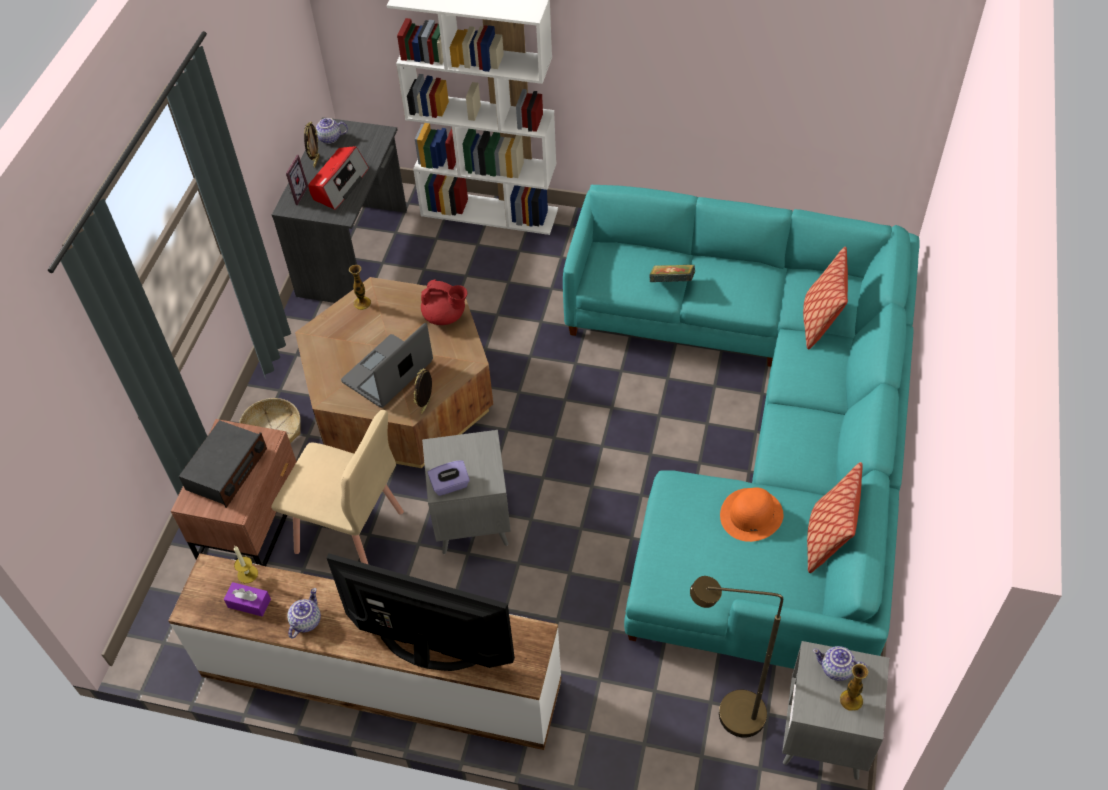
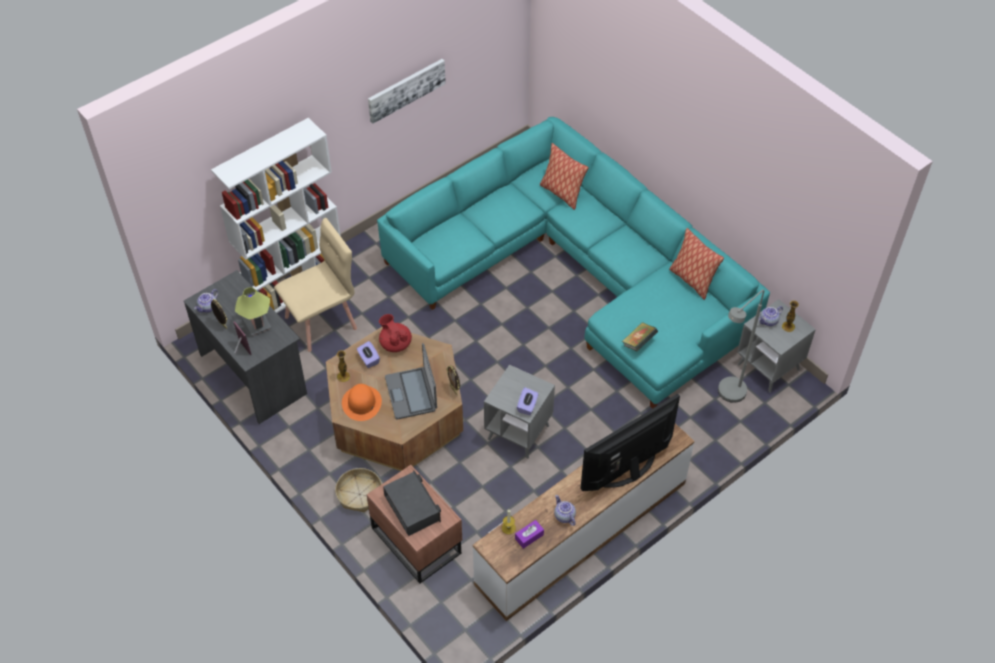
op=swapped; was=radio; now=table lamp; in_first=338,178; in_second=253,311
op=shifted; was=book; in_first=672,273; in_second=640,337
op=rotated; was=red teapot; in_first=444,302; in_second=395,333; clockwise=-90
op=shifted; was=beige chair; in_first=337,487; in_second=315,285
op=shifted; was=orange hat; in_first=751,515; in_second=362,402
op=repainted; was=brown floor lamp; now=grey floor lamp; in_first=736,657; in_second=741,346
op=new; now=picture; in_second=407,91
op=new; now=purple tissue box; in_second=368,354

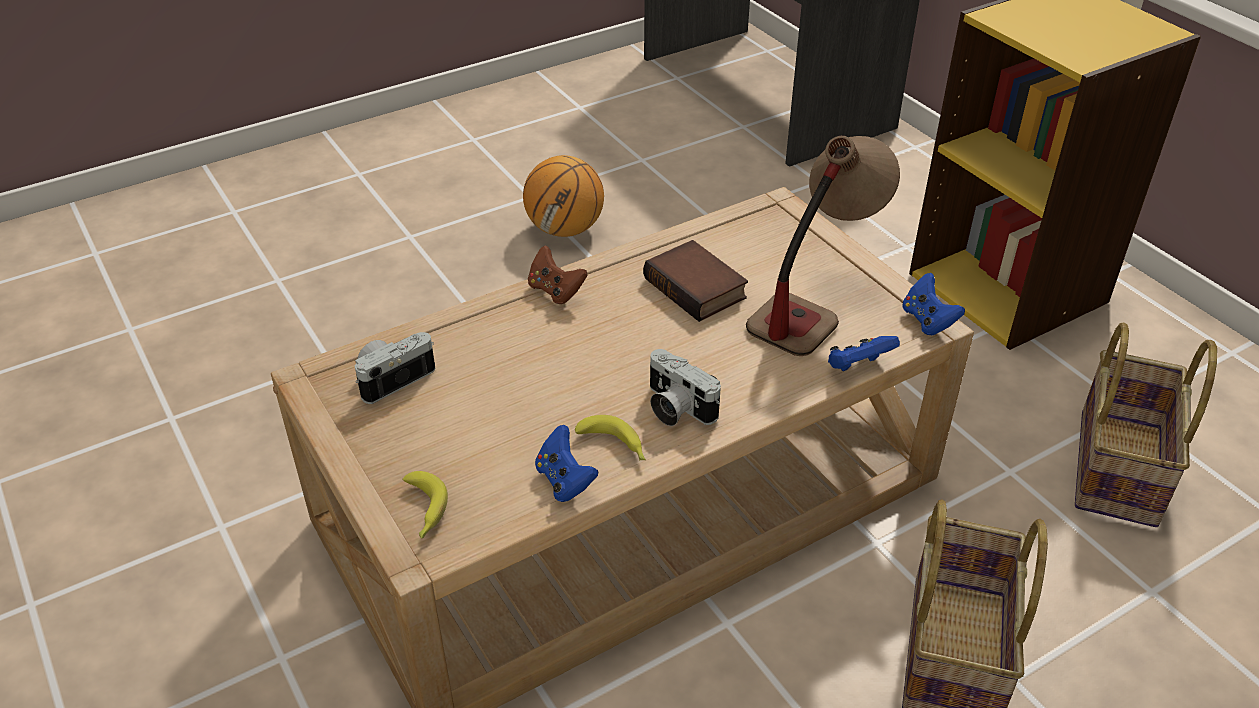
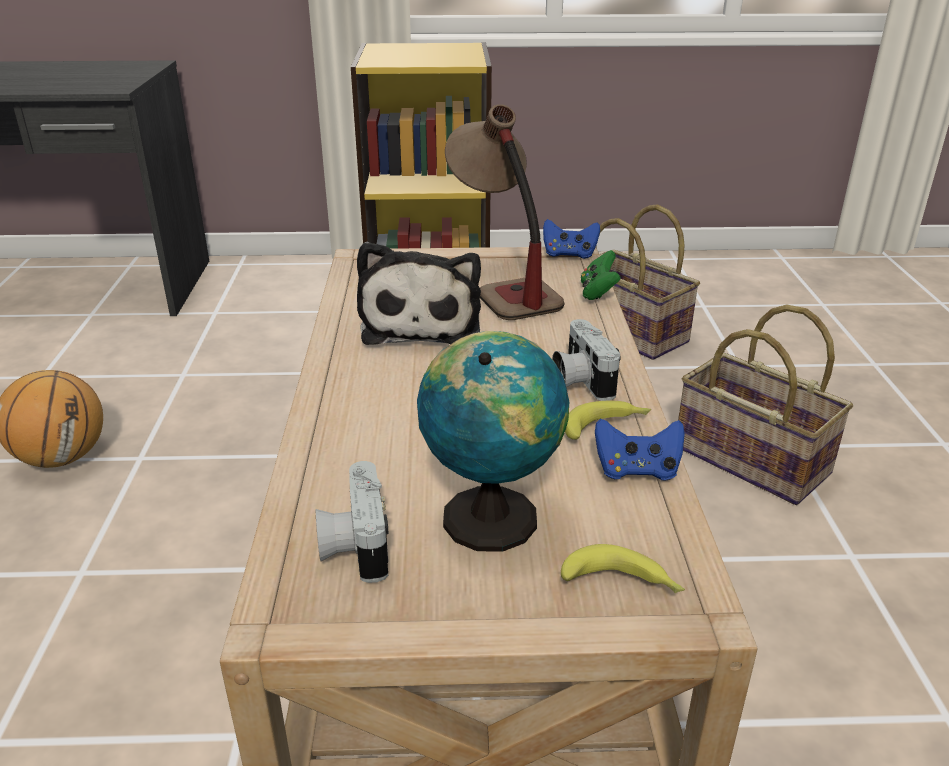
op=swapped; was=book; now=plush toy; in_first=695,281; in_second=419,293
op=gone; was=brown game controller; in_first=557,274
op=repainted; was=blue game controller; now=green game controller; in_first=864,354; in_second=601,275
op=rotated; was=photo camera; in_first=685,387; in_second=586,360; clockwise=90
op=new; now=globe; in_second=493,441

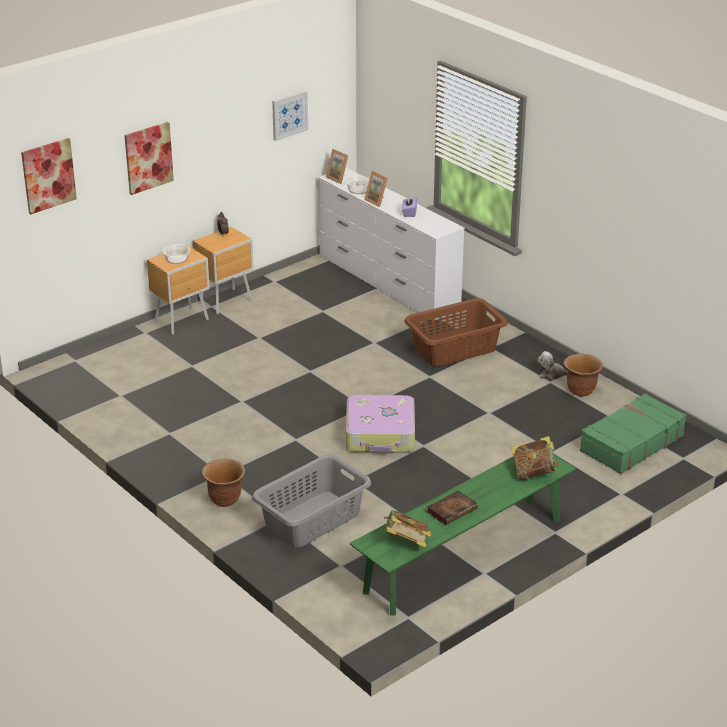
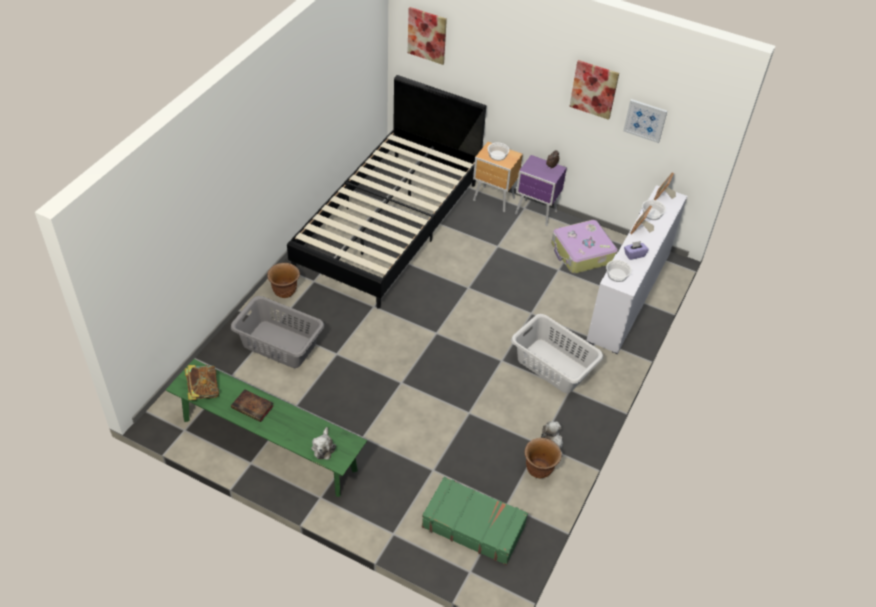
op=shifted; was=picture; in_first=149,158; in_second=594,90
op=repainted; was=brown nightstand; now=purple nightstand; in_first=223,270; in_second=541,190
op=repainted; was=brown laundry basket; now=grey laundry basket; in_first=456,332; in_second=557,353
op=shifted; was=suitcase; in_first=380,423; in_second=584,247
op=swapped; was=book; now=plush toy; in_first=535,458; in_second=323,443
op=new; now=black bed; in_second=386,192
op=new; now=bowl; in_second=619,271

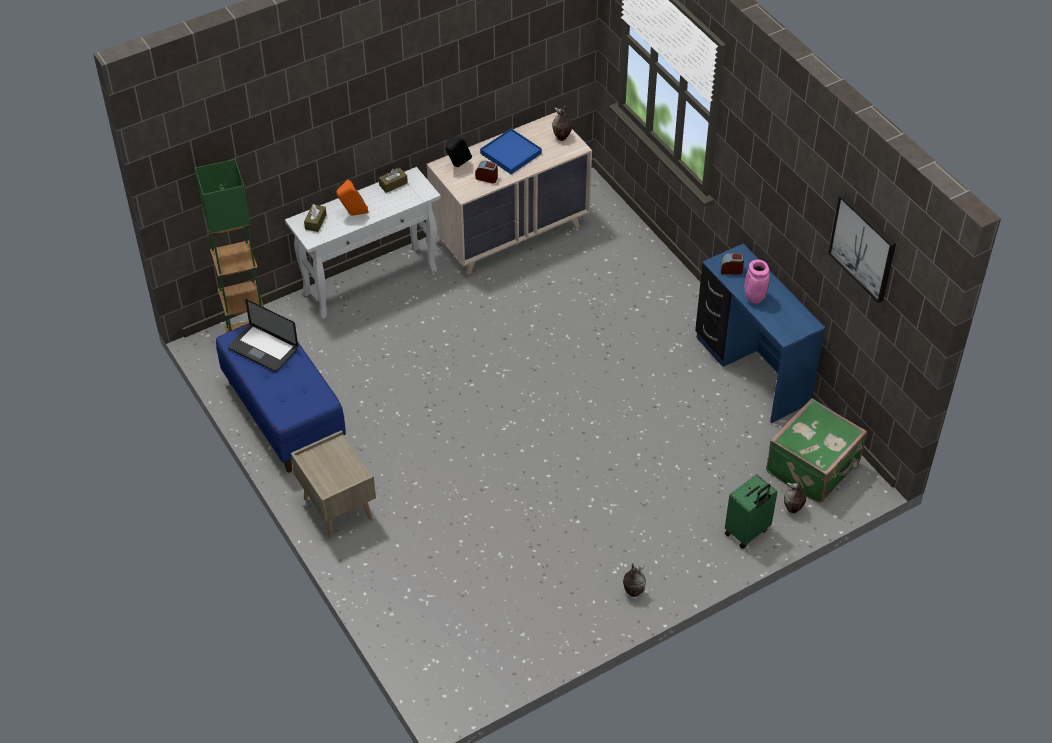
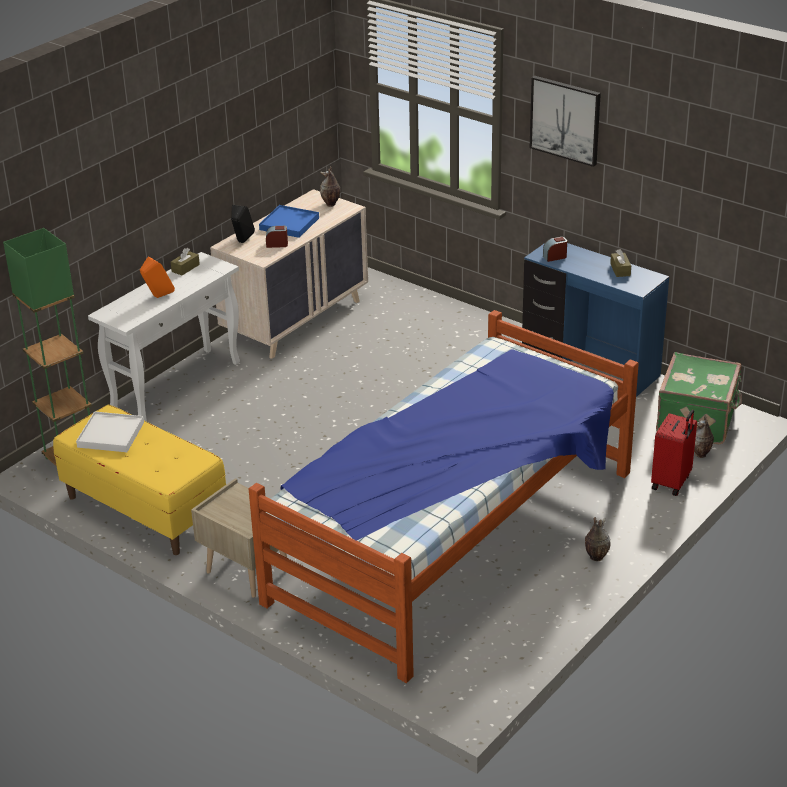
op=shifted; was=picture; in_first=862,248; in_second=565,121
op=shifted; was=brown tissue box; in_first=315,218; in_second=620,263
op=gone; was=pink vase; in_first=757,282
op=swapped; was=laptop; now=white tray; in_first=263,335; in_second=110,431
op=repainted; was=blue bench; now=yellow bench; in_first=281,397; in_second=139,480
op=repainted; was=green suitcase; now=red suitcase; in_first=751,511; in_second=674,453
op=new; now=bed; in_second=444,496

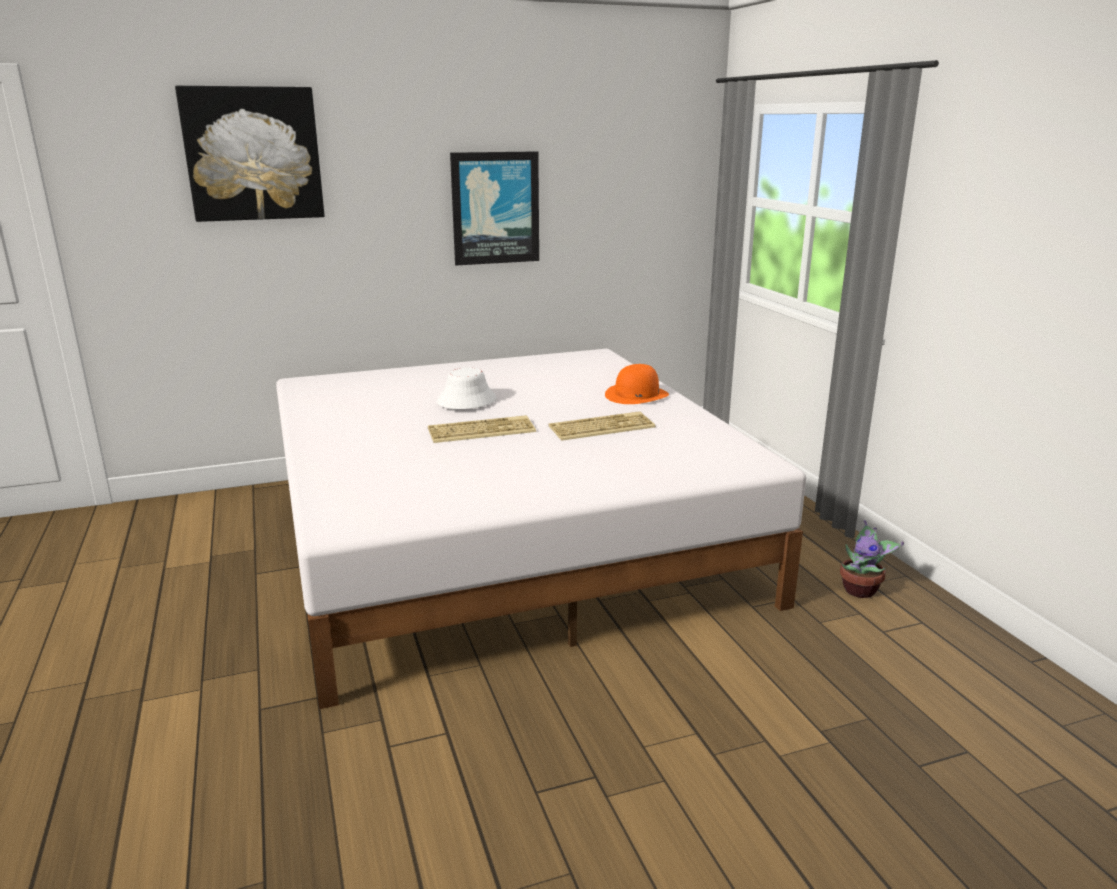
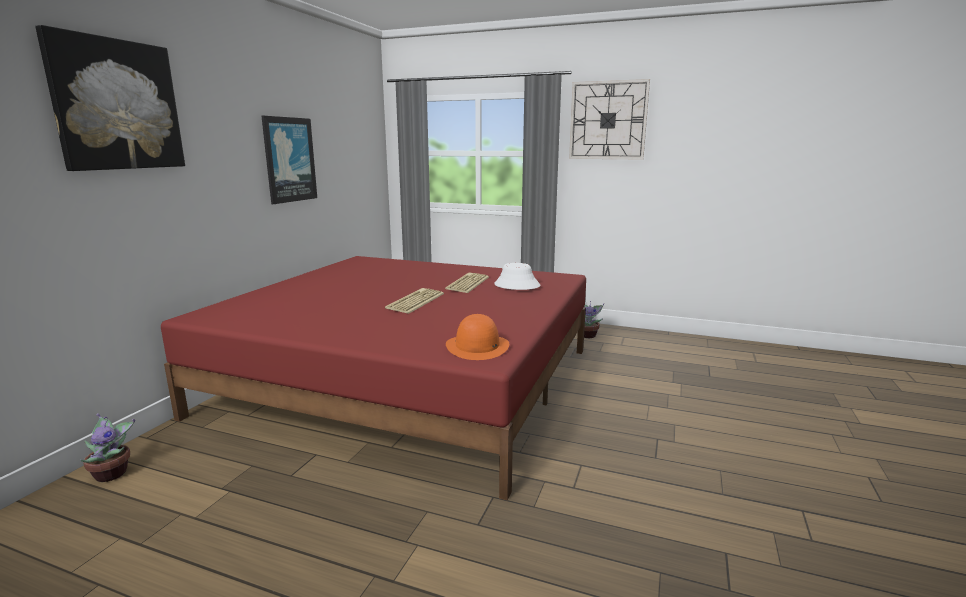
op=repainted; was=white bed; now=red bed; in_first=541,529; in_second=373,378
op=shifted; was=orange hat; in_first=637,384; in_second=477,337
op=shifted; was=white hat; in_first=466,388; in_second=517,276
op=new; now=wall clock; in_second=609,119
op=new; now=potted plant; in_second=107,448

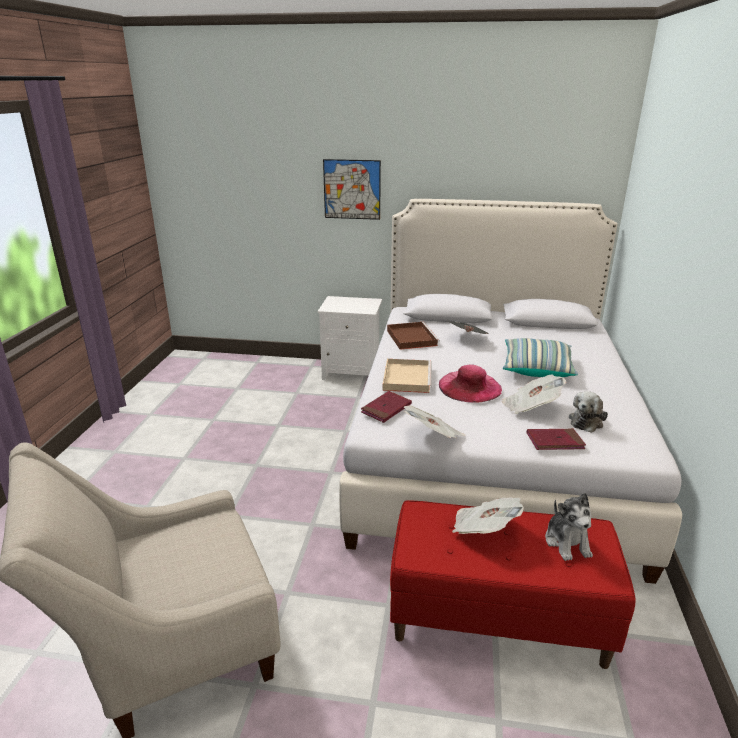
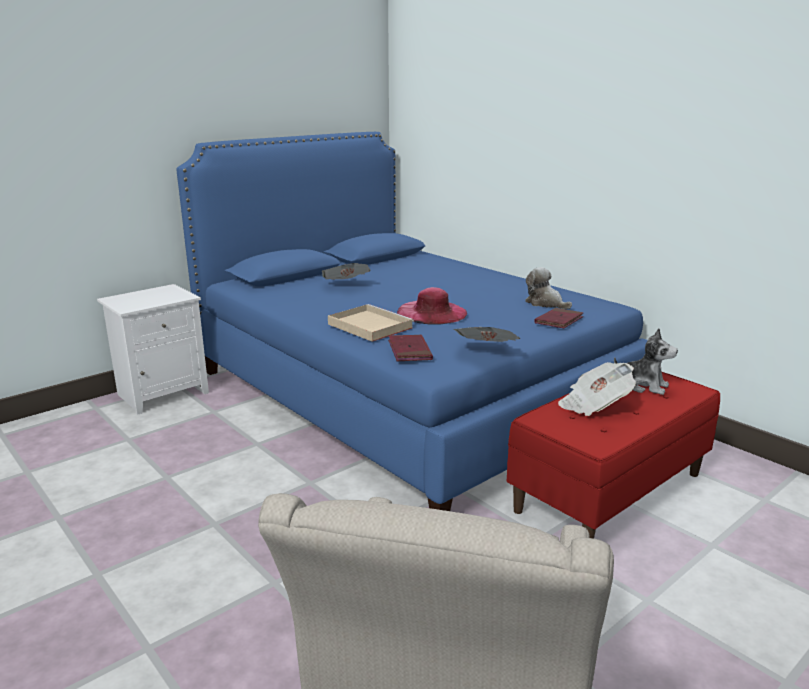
op=gone; was=picture; in_first=352,189
op=repainted; was=white bed; now=blue bed; in_first=510,391; in_second=411,321
op=gone; was=brown tray; in_first=413,336
op=gone; was=pillow; in_first=540,357
op=gone; was=newspaper; in_first=534,394
op=rotated; was=plush toy; in_first=588,412; in_second=548,288; clockwise=150

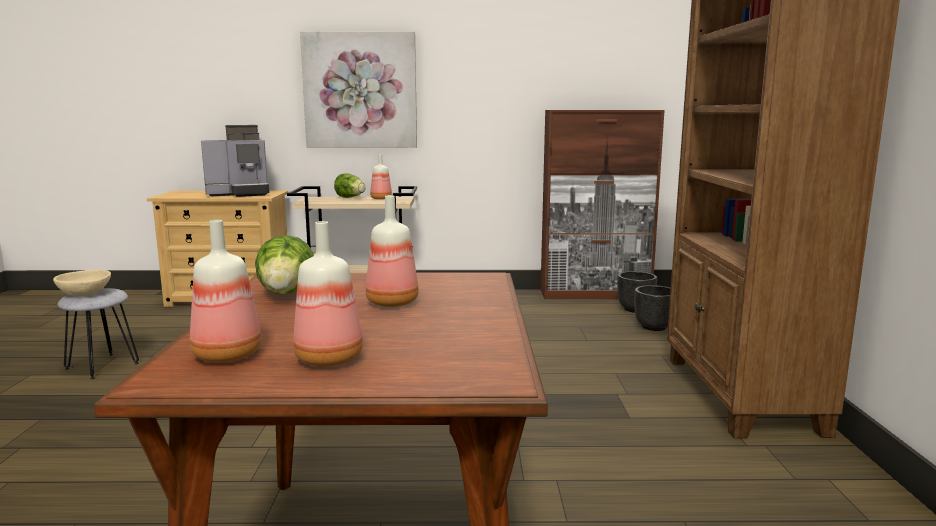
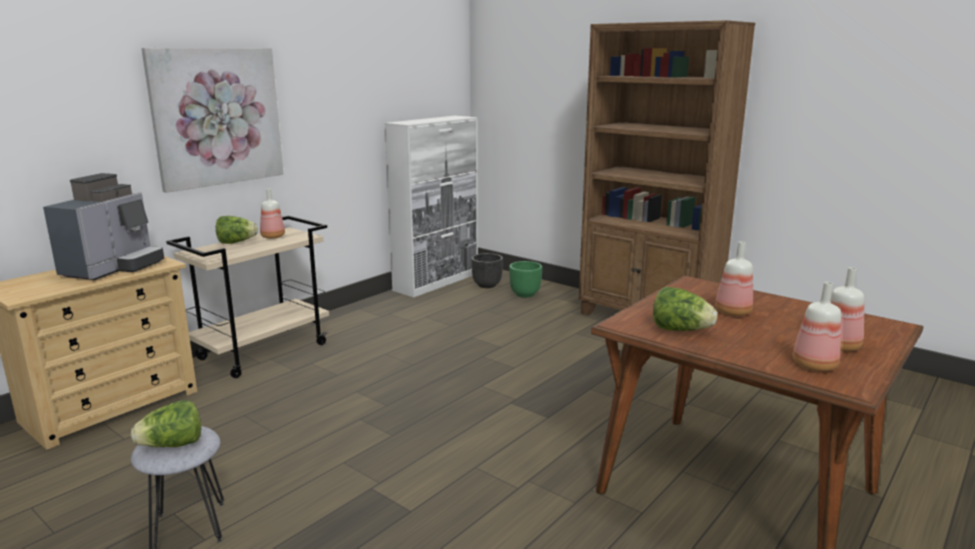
op=repainted; was=brown cabinet; now=white cabinet; in_first=603,204; in_second=431,206
op=swapped; was=beige bowl; now=lettuce; in_first=82,283; in_second=166,423
op=repainted; was=black planter; now=green planter; in_first=653,308; in_second=525,279

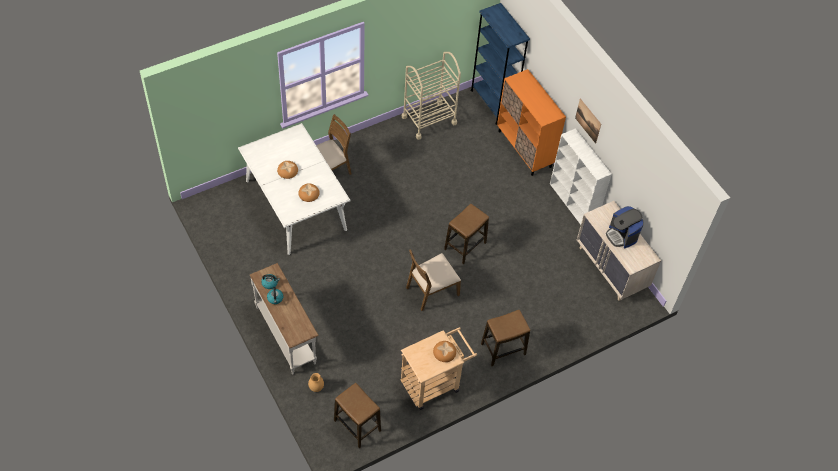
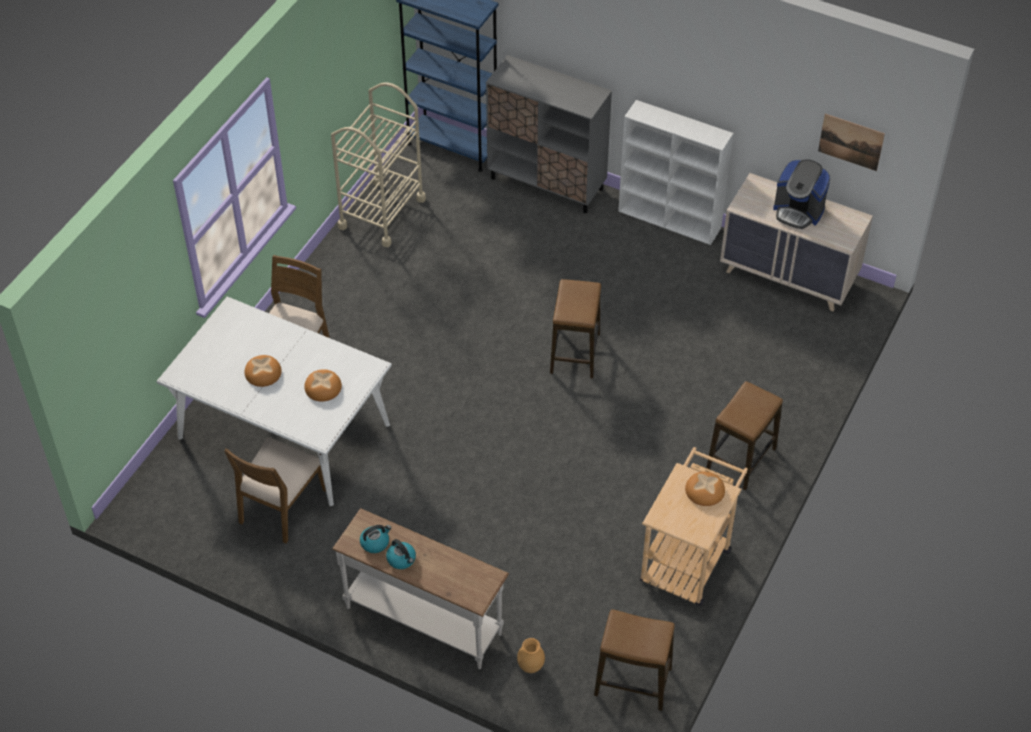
op=repainted; was=orange cabinet; now=grey cabinet; in_first=531,122; in_second=549,134
op=shifted; was=picture; in_first=588,121; in_second=851,142
op=shifted; was=brown chair; in_first=433,280; in_second=275,490

